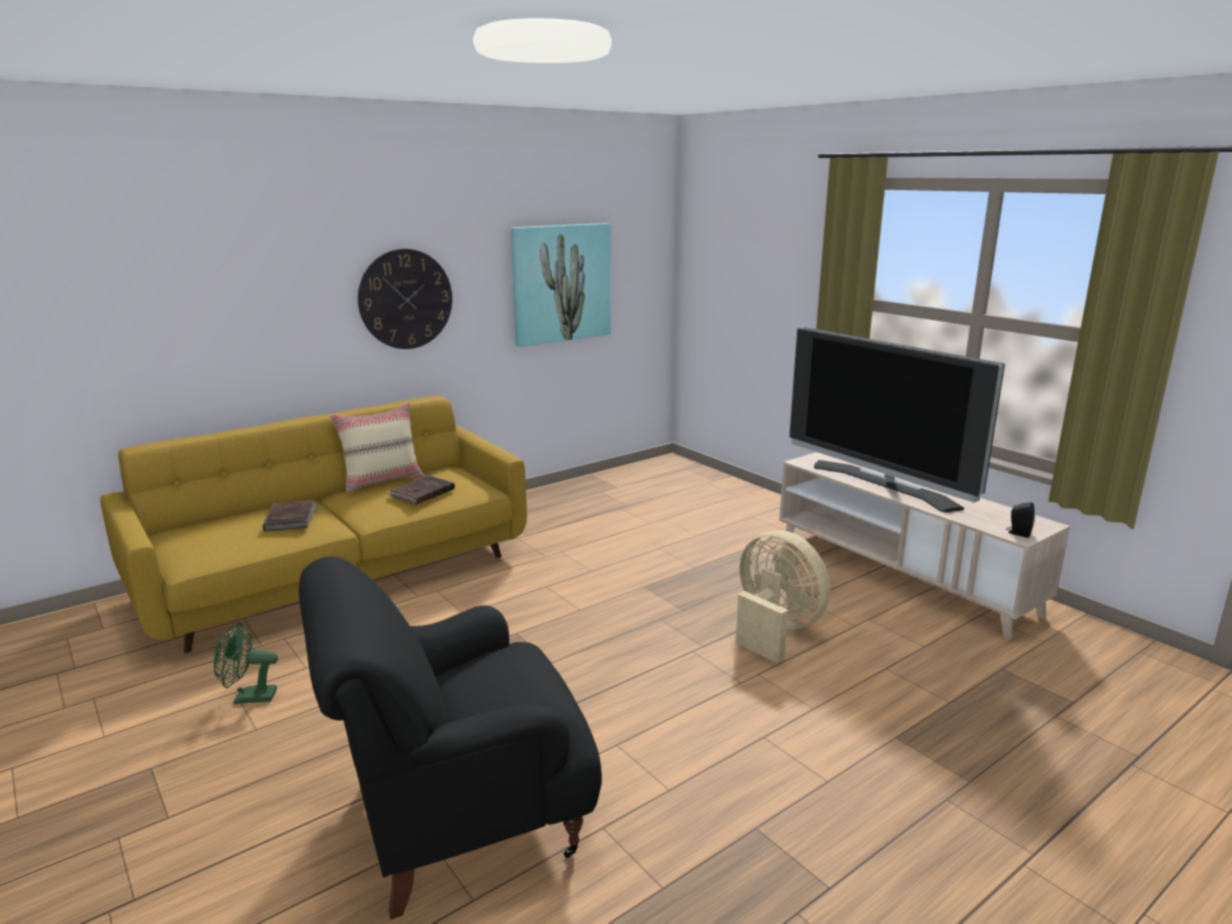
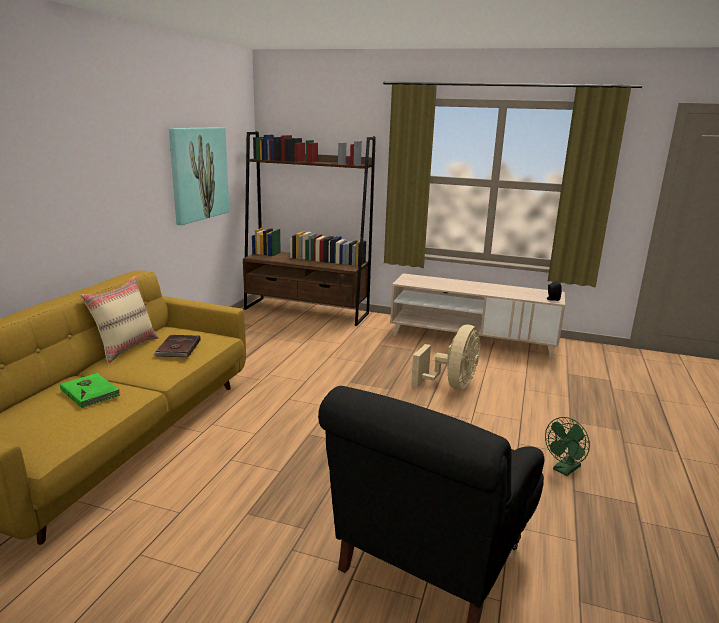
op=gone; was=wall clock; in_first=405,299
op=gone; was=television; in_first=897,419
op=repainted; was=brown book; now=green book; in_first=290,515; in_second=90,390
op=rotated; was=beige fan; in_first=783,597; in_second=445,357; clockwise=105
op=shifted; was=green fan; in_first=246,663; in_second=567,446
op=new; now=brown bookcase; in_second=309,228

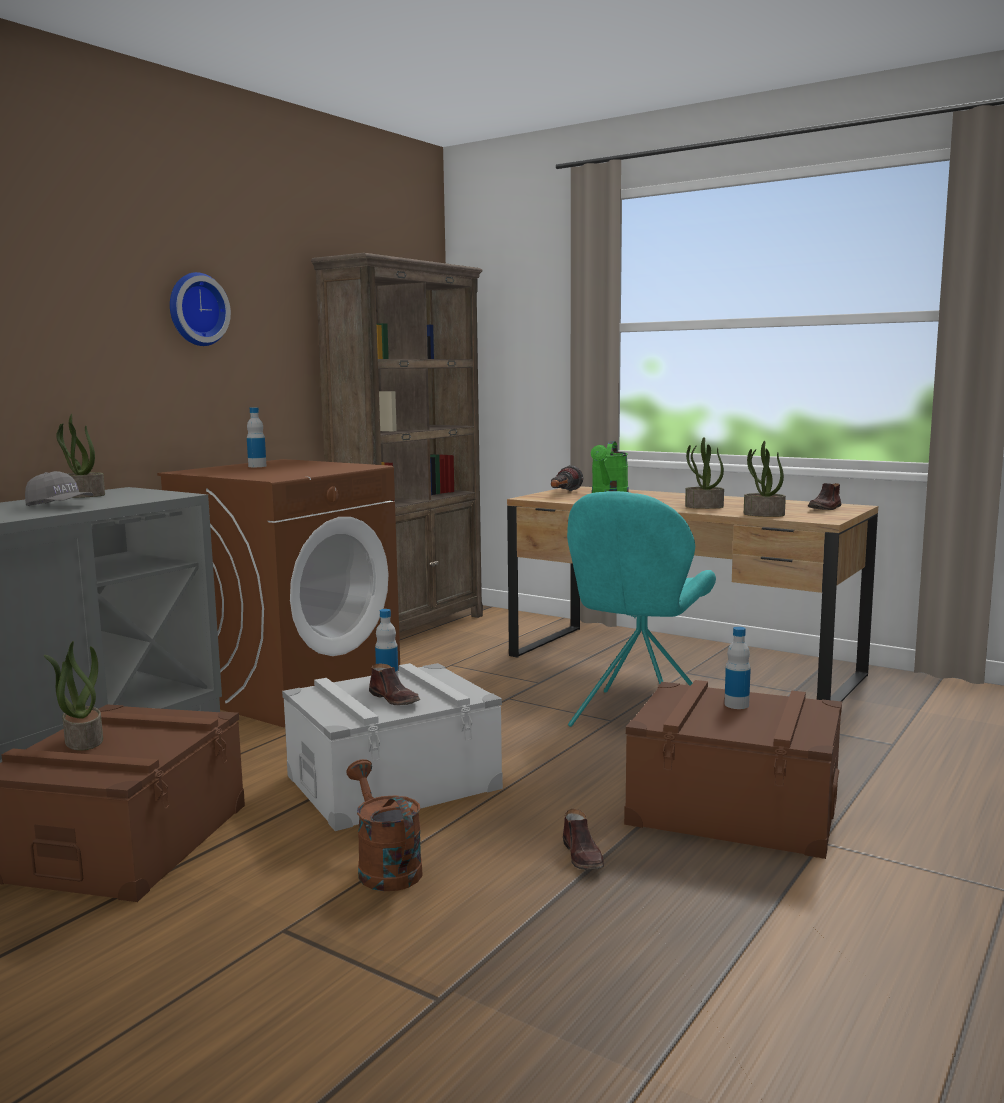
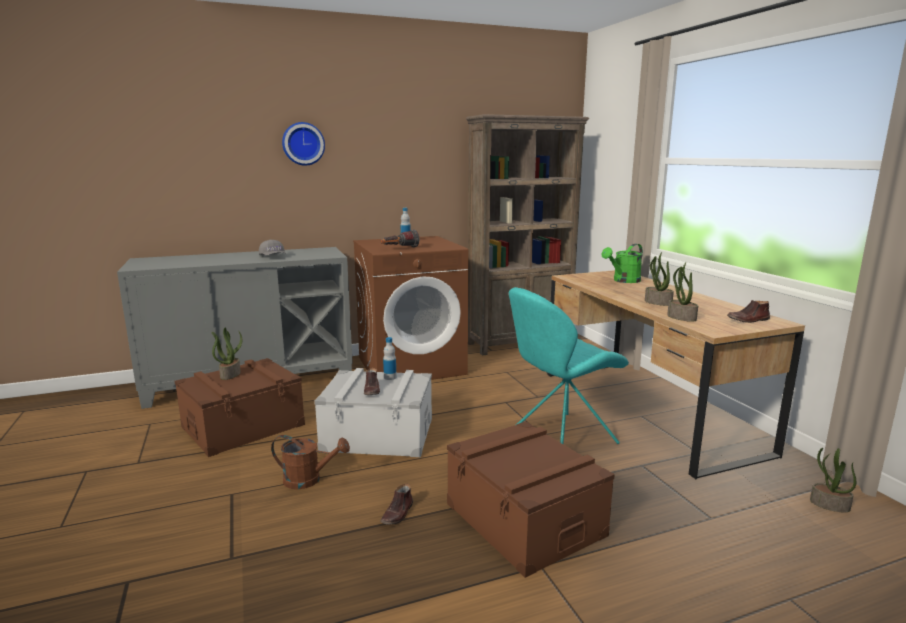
op=shifted; was=wall clock; in_first=200,309; in_second=303,144
op=shifted; was=potted plant; in_first=80,456; in_second=833,480
op=shifted; was=flashlight; in_first=567,478; in_second=400,238
op=gone; was=bottle; in_first=737,668
op=rotated; was=brown watering can; in_first=384,825; in_second=310,462; clockwise=90

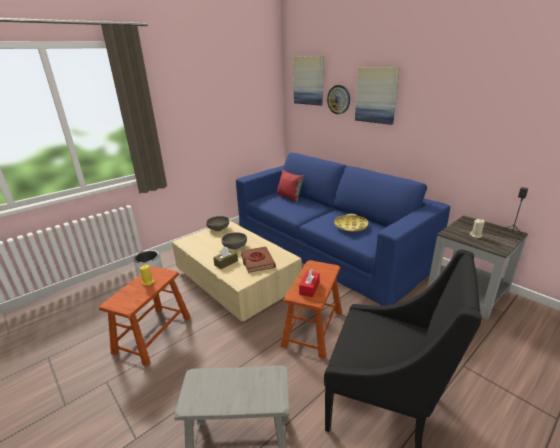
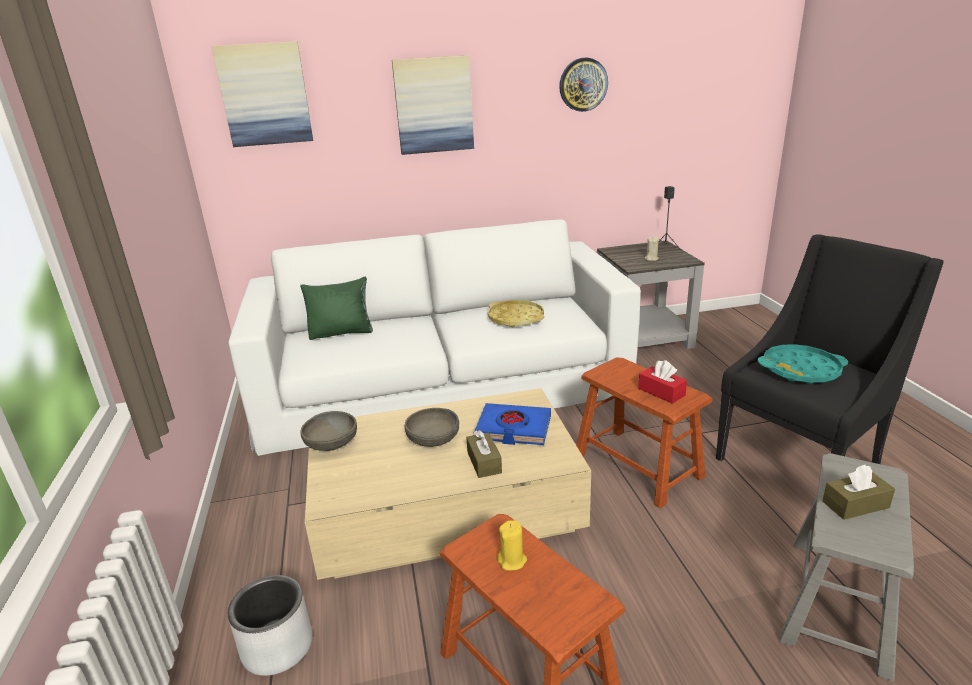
op=shifted; was=wall clock; in_first=338,99; in_second=583,85
op=repainted; was=blue sofa; now=white sofa; in_first=343,229; in_second=434,337
op=repainted; was=red pillow; now=green pillow; in_first=291,186; in_second=336,308
op=repainted; was=brown book; now=blue book; in_first=258,260; in_second=513,424
op=new; now=turquoise tray; in_second=803,364
op=new; now=brown tissue box; in_second=859,492

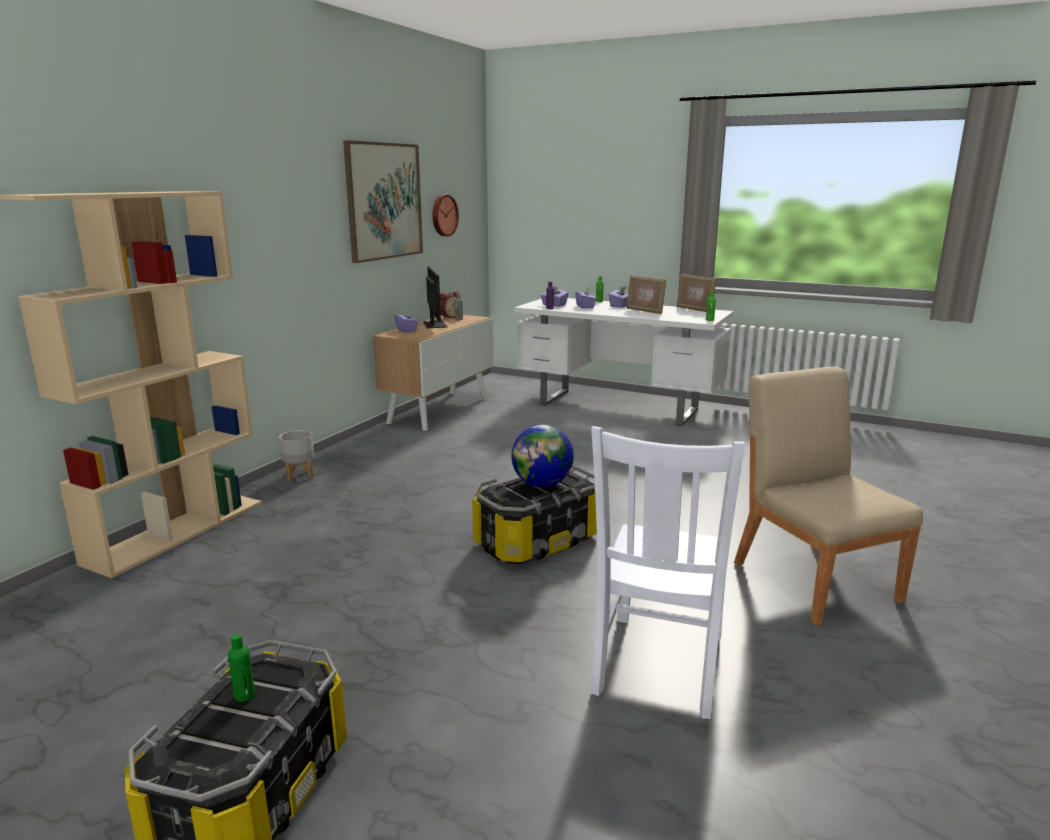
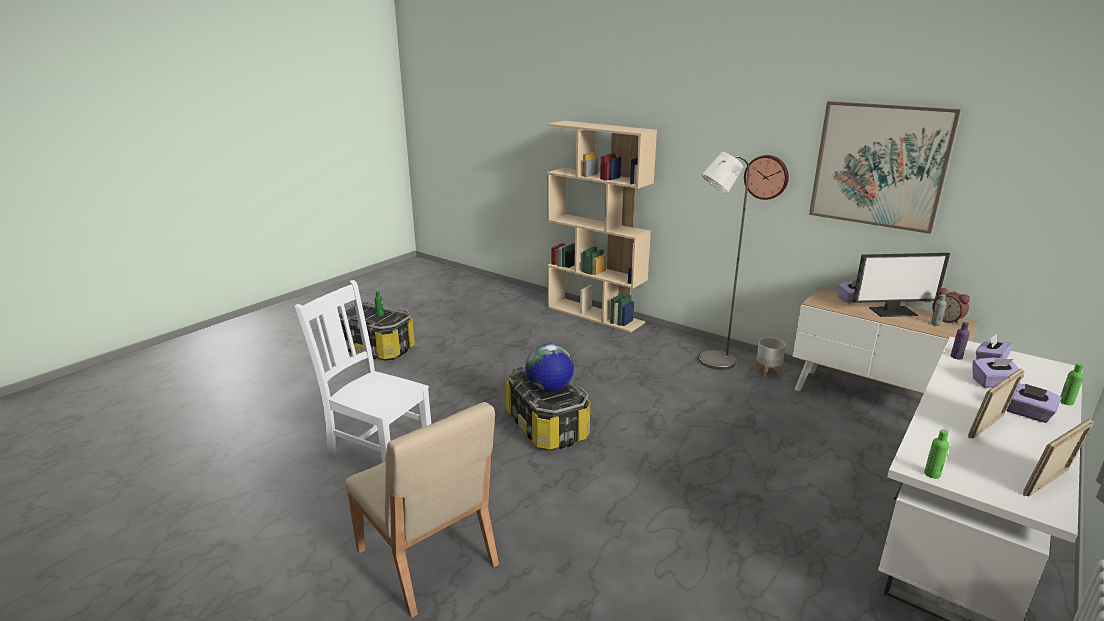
op=shifted; was=wall clock; in_first=446,216; in_second=766,177
op=rotated; was=beige chair; in_first=828,496; in_second=422,510; clockwise=60
op=shifted; was=grey planter; in_first=296,455; in_second=770,359
op=new; now=grey floor lamp; in_second=724,261

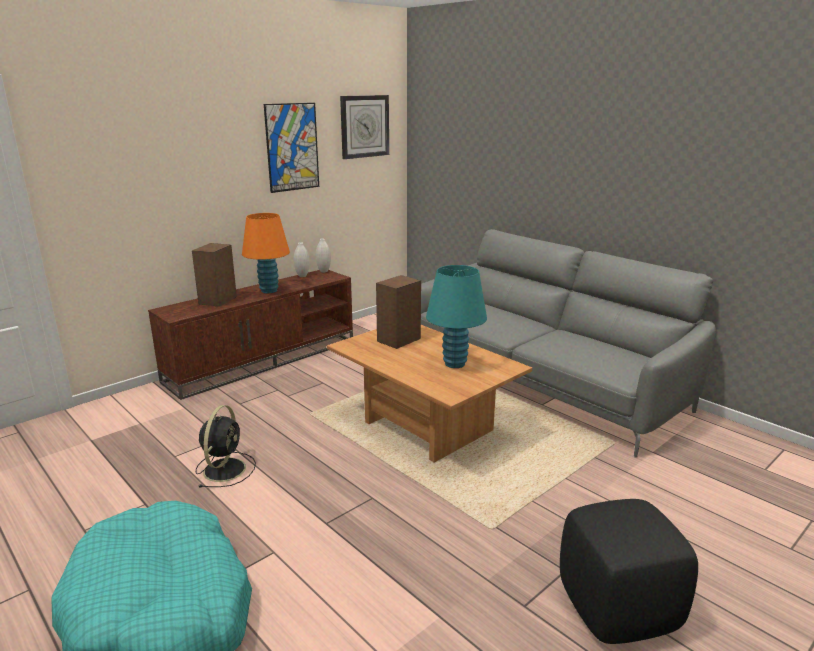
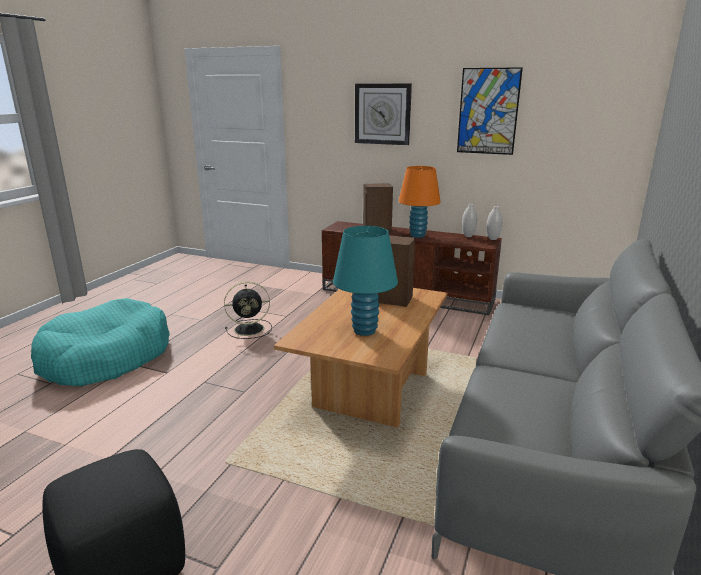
op=shifted; was=wall clock; in_first=364,127; in_second=383,114

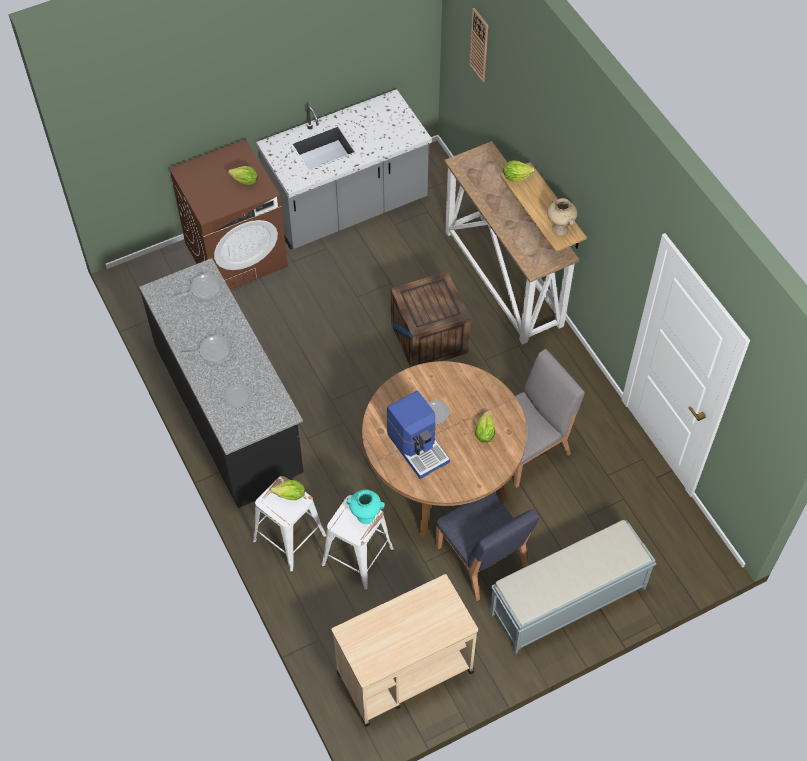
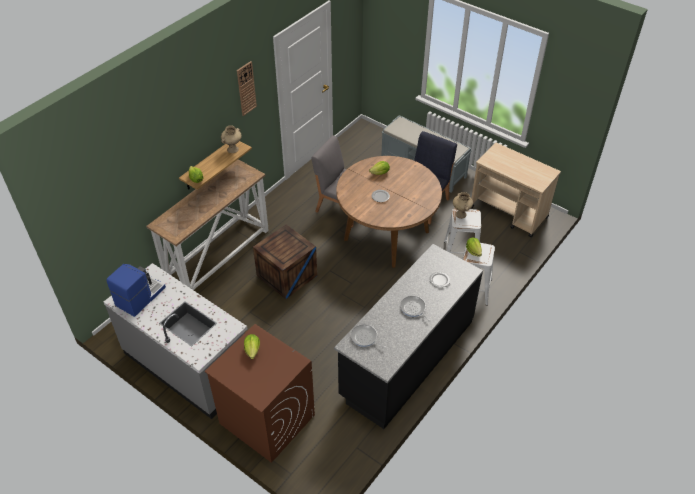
op=shifted; was=wall clock; in_first=478,45; in_second=247,88
op=shifted; was=coffee machine; in_first=418,435; in_second=136,290
op=repainted; was=turquoise vase; now=beige vase; in_first=365,506; in_second=463,205

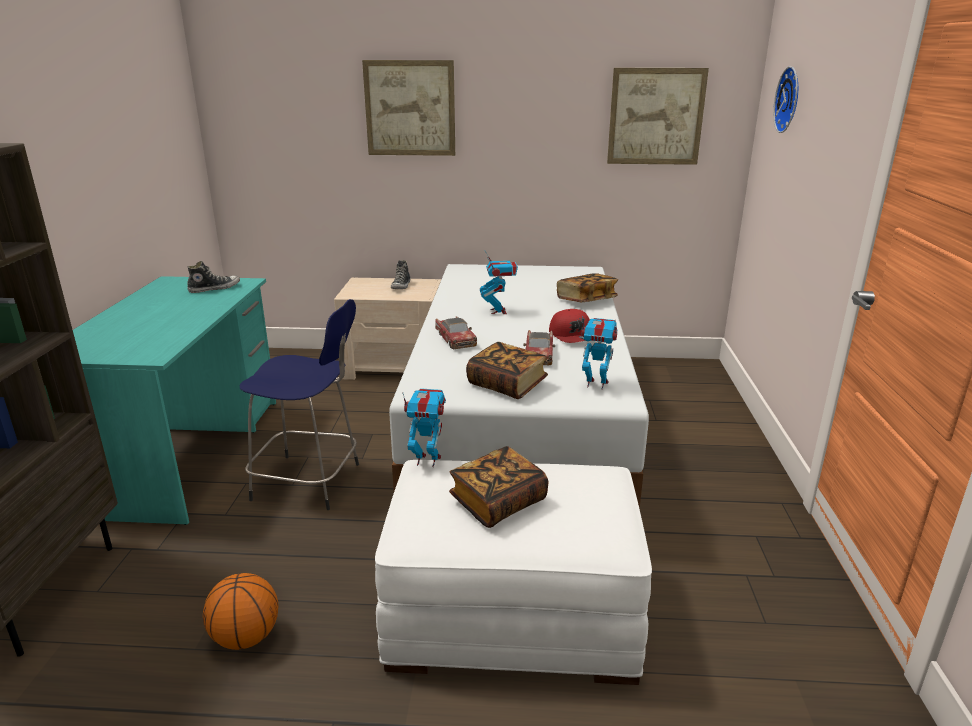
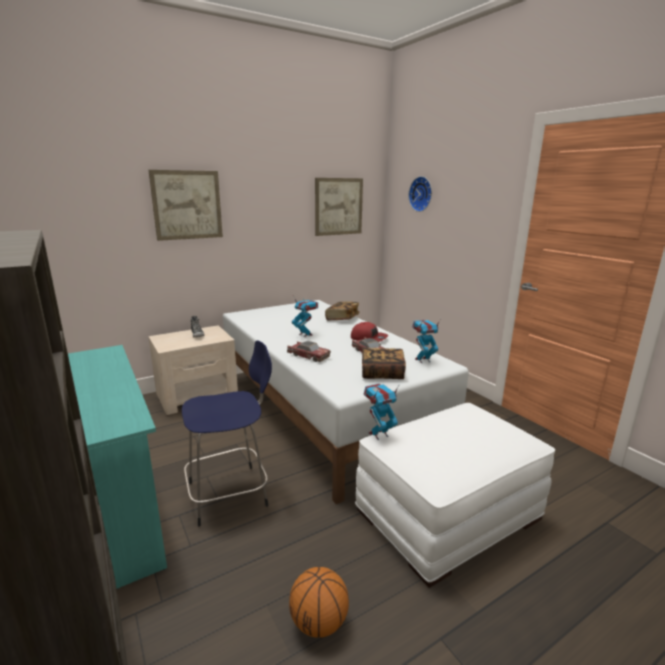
op=gone; was=shoe; in_first=213,277
op=gone; was=book; in_first=498,487

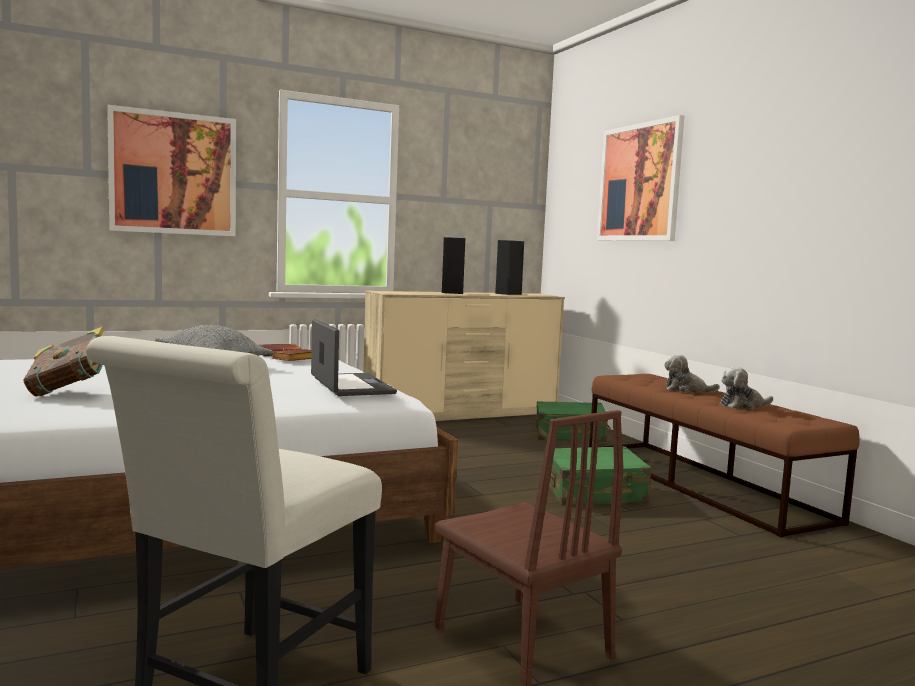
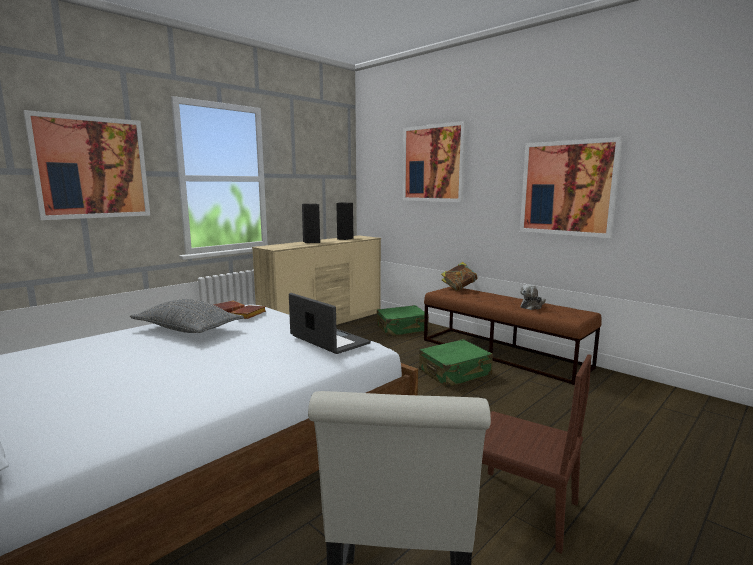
op=shifted; was=book; in_first=63,362; in_second=459,276
op=gone; was=plush toy; in_first=692,373
op=new; now=picture; in_second=571,187

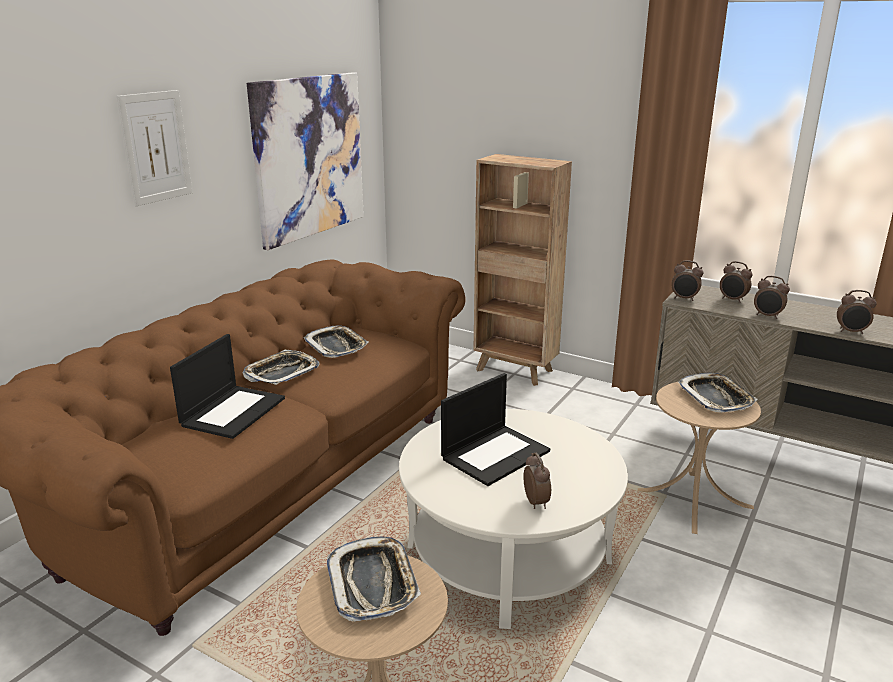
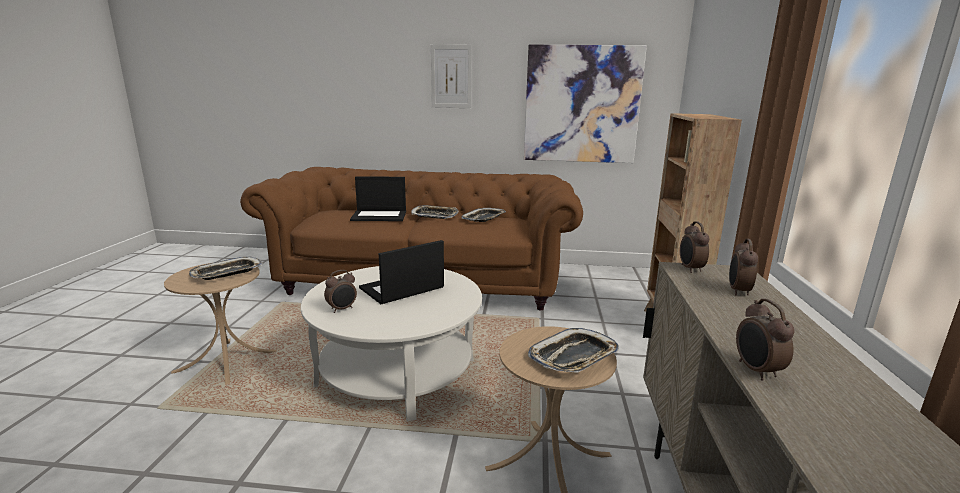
op=gone; was=alarm clock; in_first=772,297
op=rotated; was=laptop; in_first=495,429; in_second=401,272; clockwise=120

